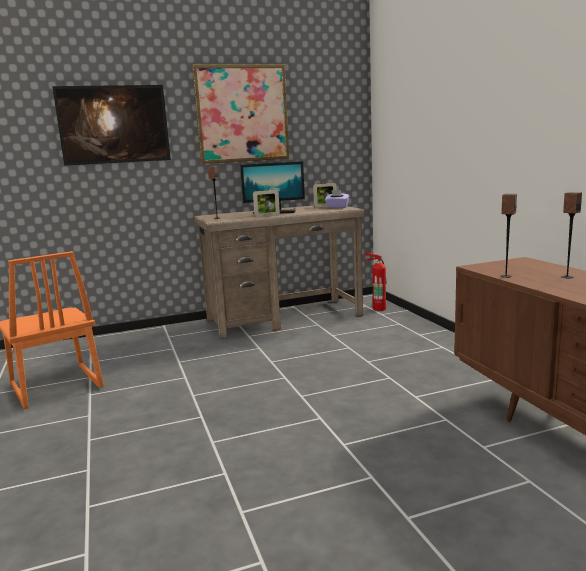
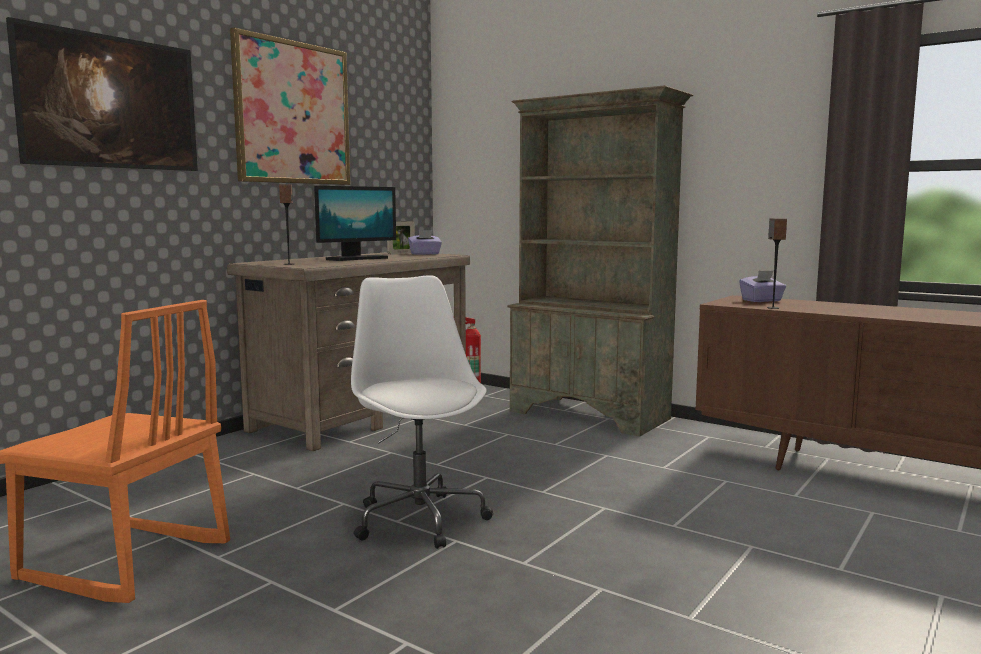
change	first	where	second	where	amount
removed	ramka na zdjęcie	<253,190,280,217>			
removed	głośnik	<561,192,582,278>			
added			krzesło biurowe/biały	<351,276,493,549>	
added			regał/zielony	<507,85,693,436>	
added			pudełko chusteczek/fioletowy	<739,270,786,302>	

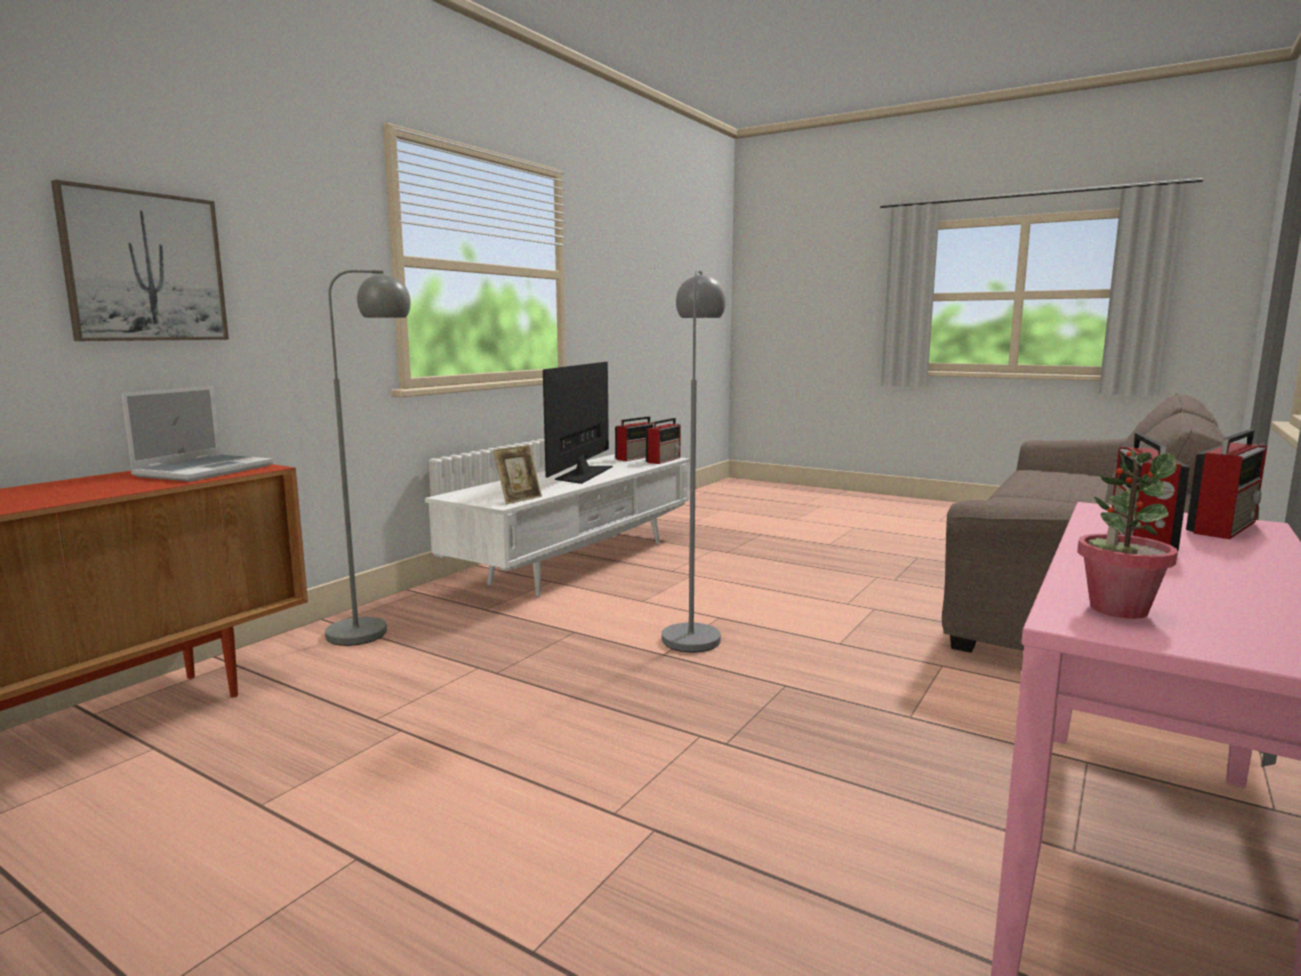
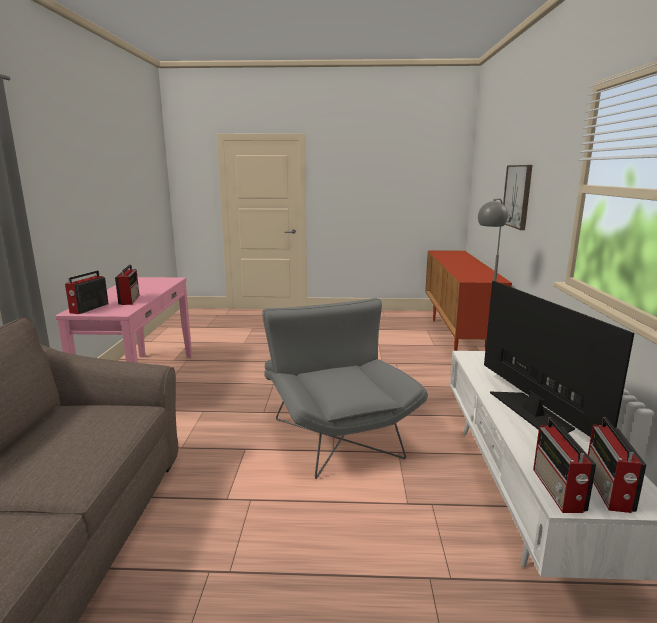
change	first	where	second	where	amount
removed	laptop	<121,386,273,482>			
removed	ramka na zdjęcie	<493,445,542,505>			
removed	roślina doniczkowa	<1077,450,1178,619>			
replaced	lampa stojąca/szary	<662,269,726,652>	fotel/szary	<262,298,428,479>	

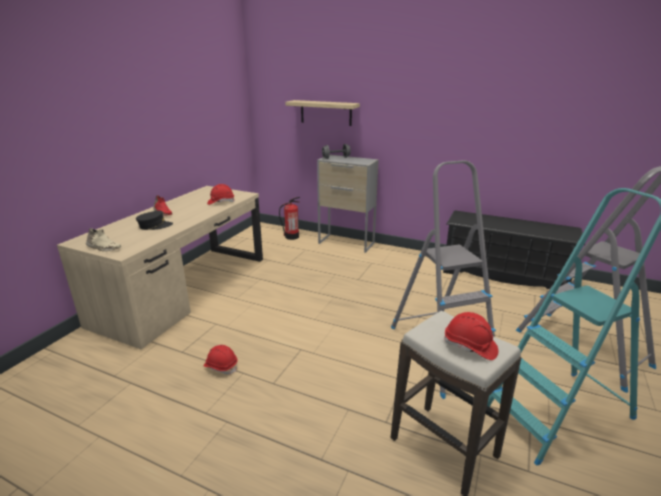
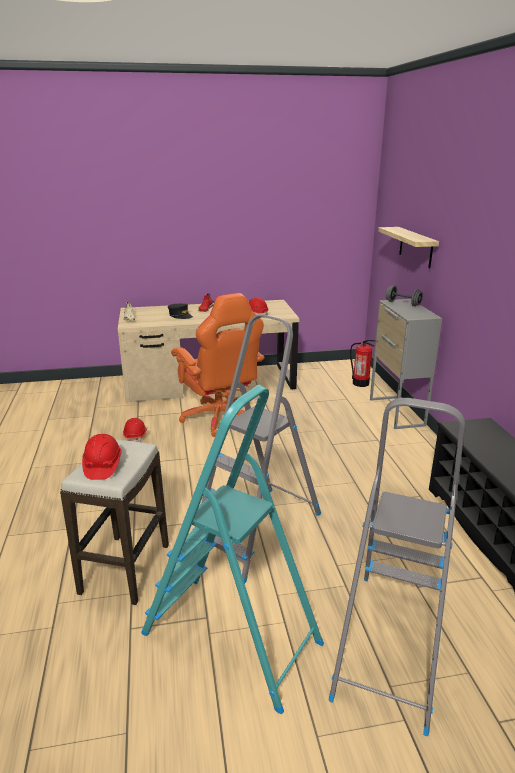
change	first	where	second	where	amount
added			krzesło biurowe/pomarańczowy	<171,293,265,437>	

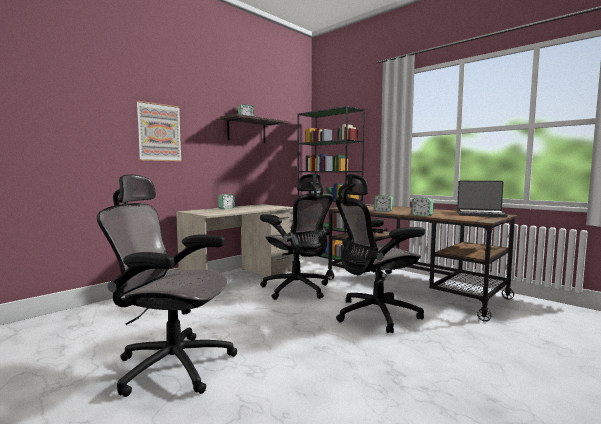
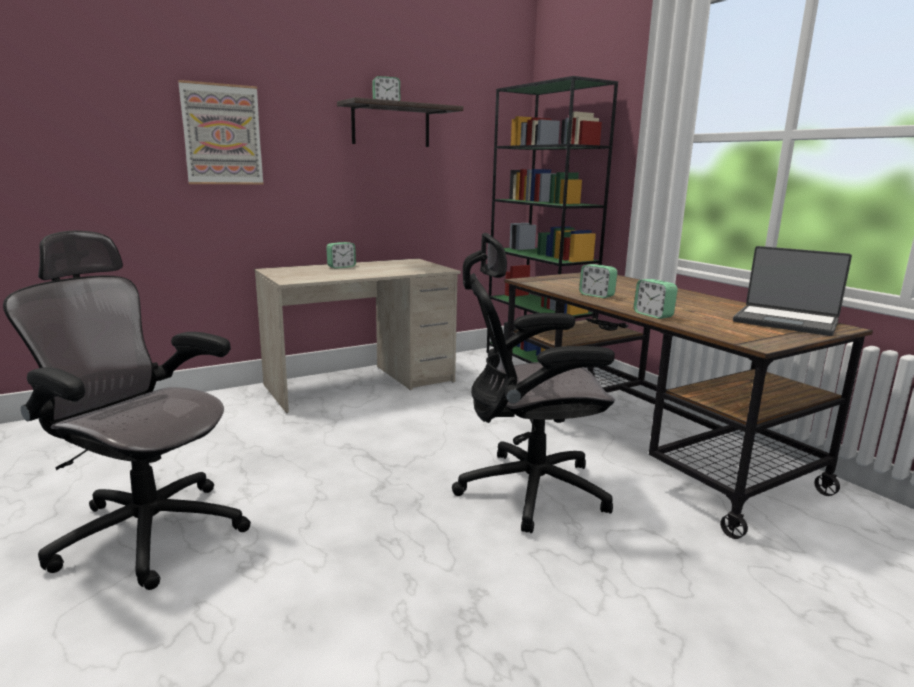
change	first	where	second	where	amount
removed	krzesło biurowe	<260,174,333,300>			

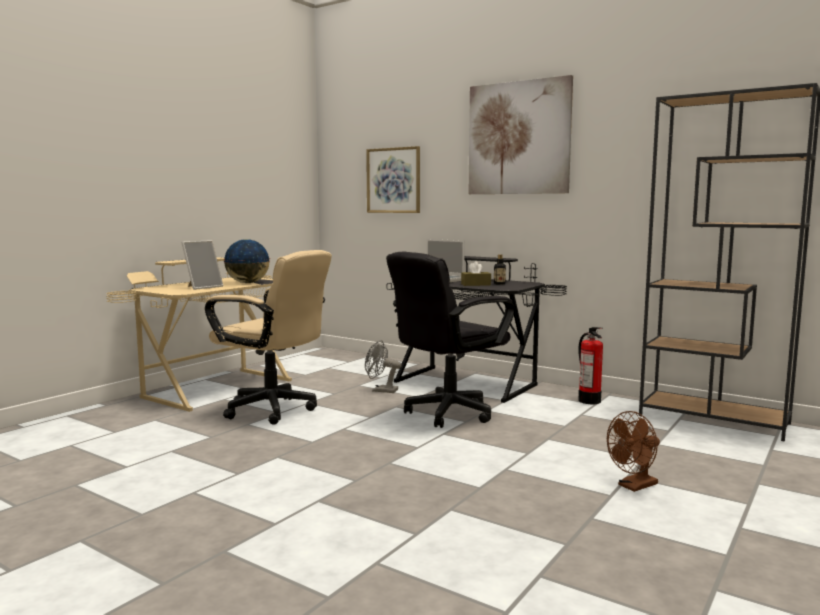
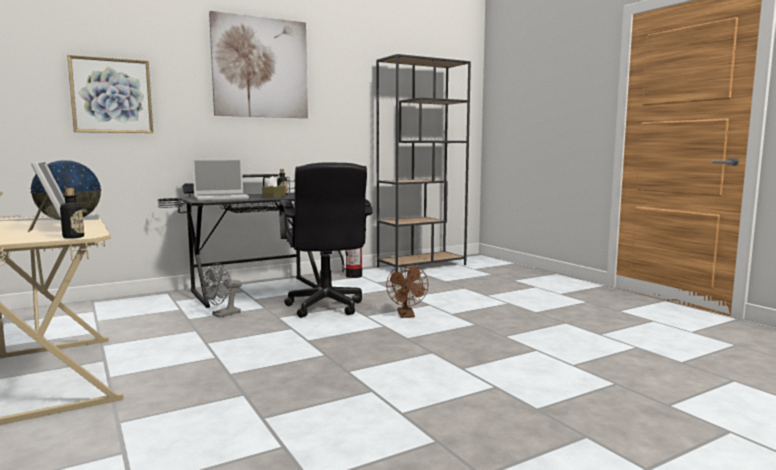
change	first	where	second	where	amount
removed	krzesło biurowe/beżowy	<205,250,332,425>			
added			butelka	<60,188,84,239>	
moved	wentylator/brązowy	<607,411,660,492>		<386,264,428,318>	

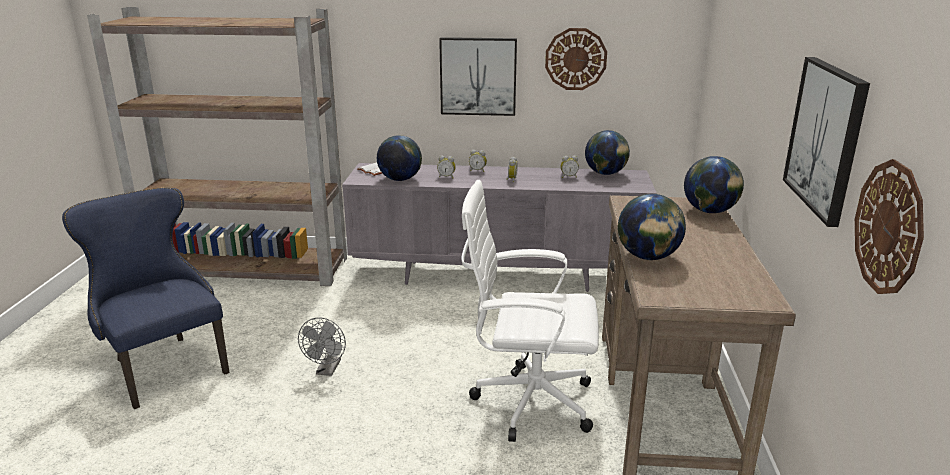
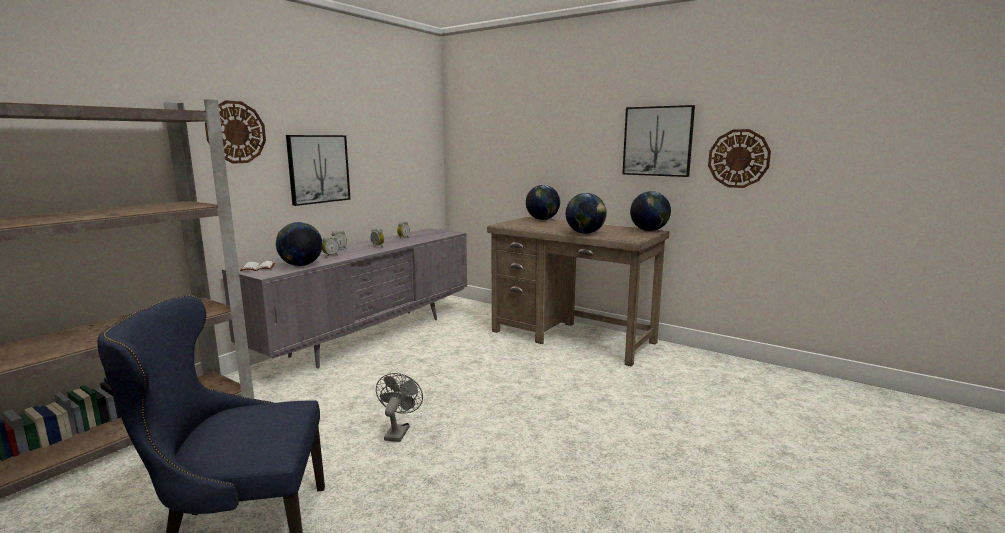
change	first	where	second	where	amount
removed	krzesło biurowe/biały	<461,180,599,442>			
moved	zegar ścienny	<545,28,607,90>		<205,100,266,164>	
moved	globus	<585,130,630,175>		<630,191,671,231>	
turned	wentylator/szary	<298,318,346,376>		<376,373,423,442>	120 degrees counterclockwise

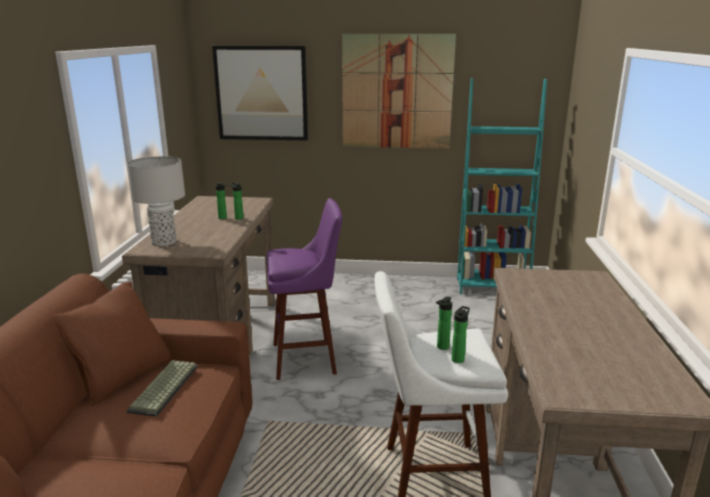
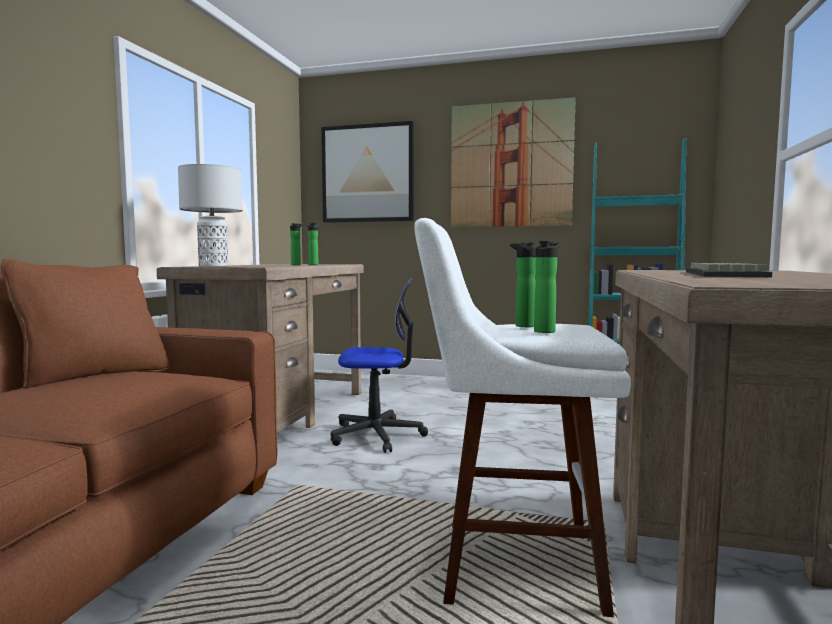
change	first	where	second	where	amount
moved	klawiatura	<126,360,198,417>		<686,263,772,277>	
replaced	stołek/fioletowy	<267,198,342,380>	krzesło biurowe	<331,278,428,453>	

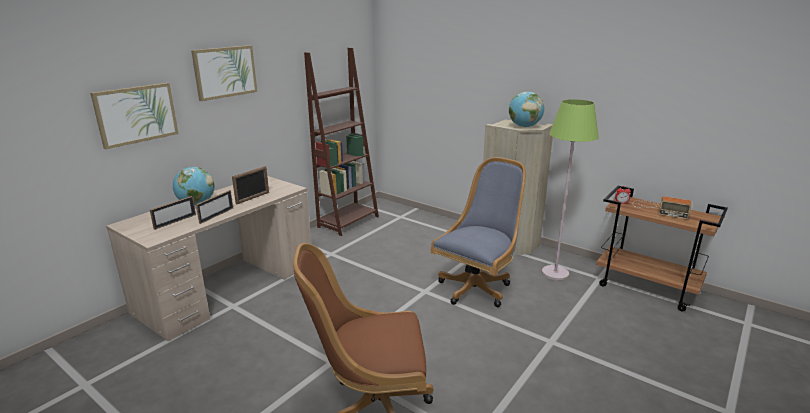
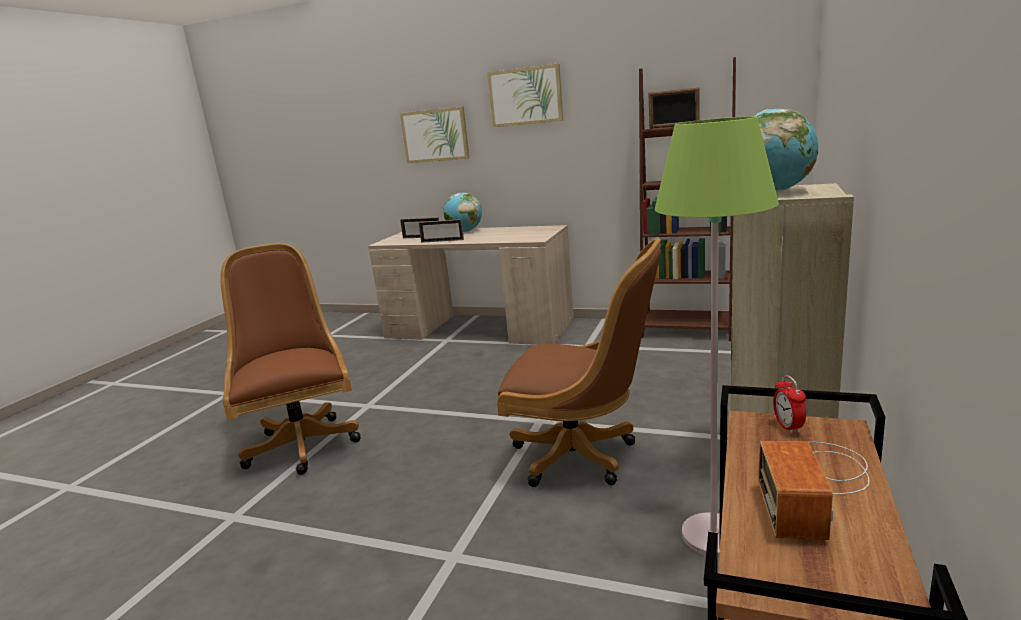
change	first	where	second	where	amount
moved	ramka na zdjęcie	<232,166,269,204>		<649,88,700,129>	
recoloured	krzesło biurowe/niebieski	<431,157,526,307>	krzesło biurowe/brązowy	<497,239,661,487>	

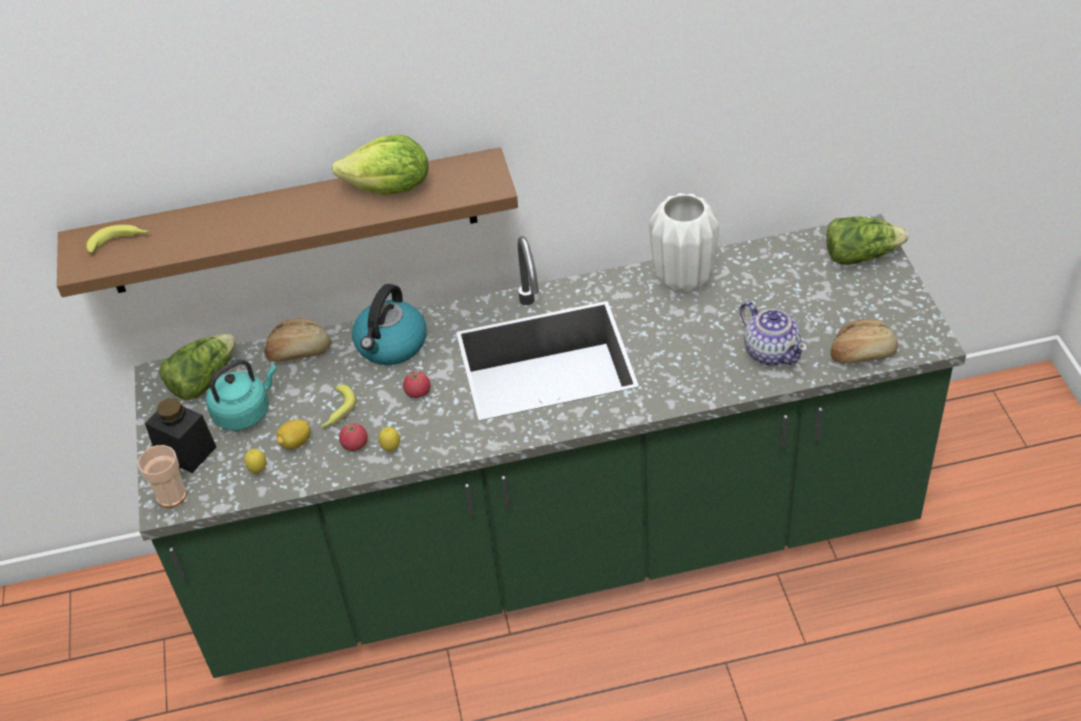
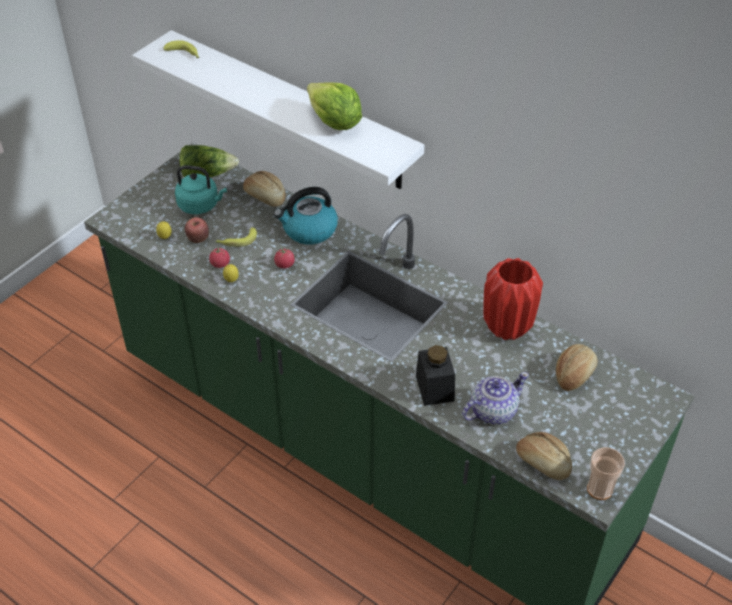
change	first	where	second	where	amount
removed	sałata	<826,217,909,265>			
added			chleb	<556,344,598,391>	
moved	filiżanka	<138,445,187,508>		<587,447,625,500>	
moved	słoik/czarny	<145,398,216,473>		<416,345,455,406>	
replaced	cytryna	<277,419,311,449>	jabłko	<185,217,209,243>	
recoloured	półka/brązowy	<57,147,518,297>	półka/biały	<132,30,425,189>	
recoloured	wazon/biały	<649,193,719,294>	wazon/czerwony	<483,258,543,340>	
turned	imbryk	<740,301,808,366>		<462,372,529,424>	135 degrees counterclockwise

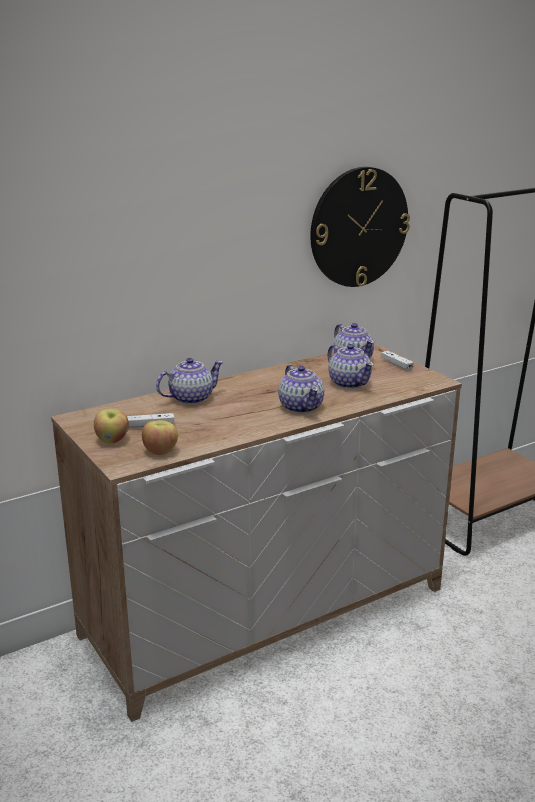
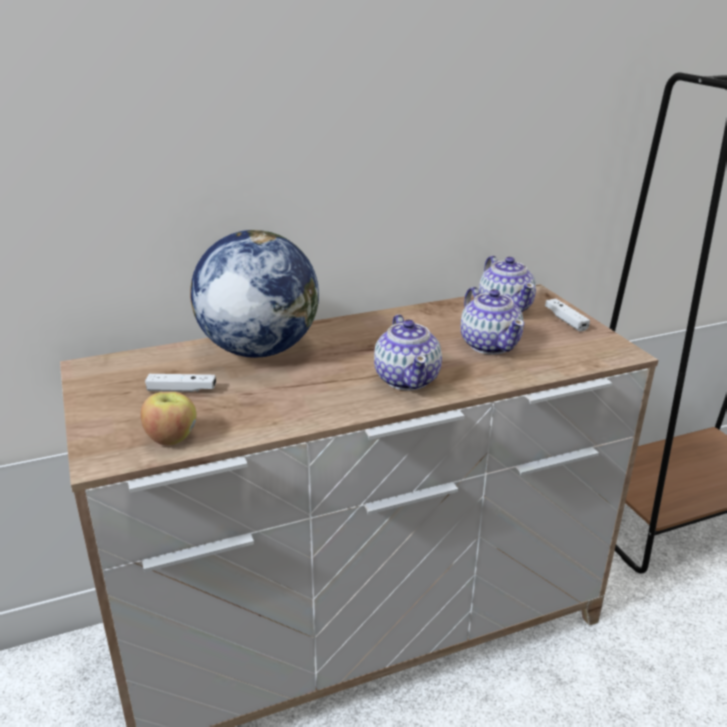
change	first	where	second	where	amount
removed	jabłko	<94,409,129,443>			
removed	zegar ścienny	<310,167,410,287>			
replaced	imbryk	<156,358,224,404>	globus	<190,230,319,358>	

